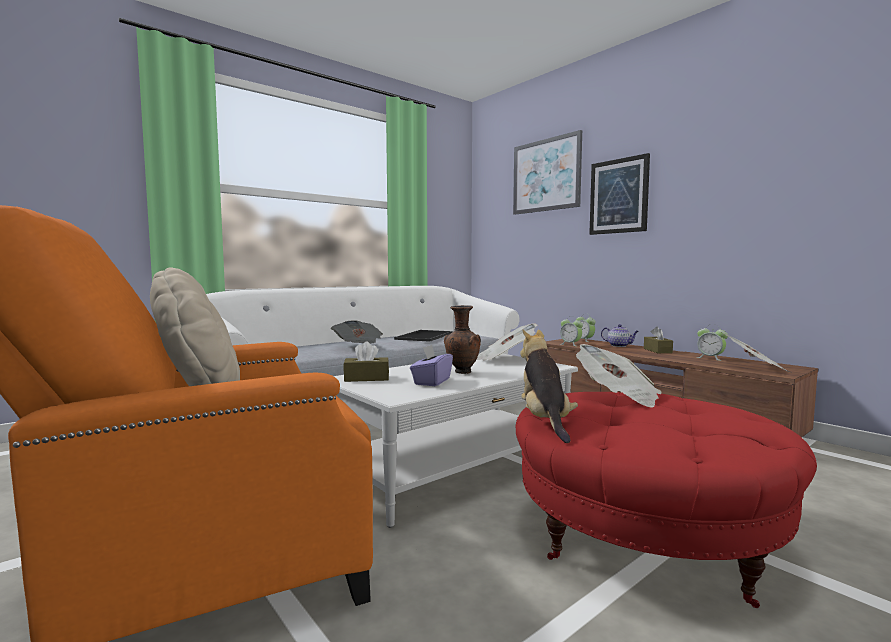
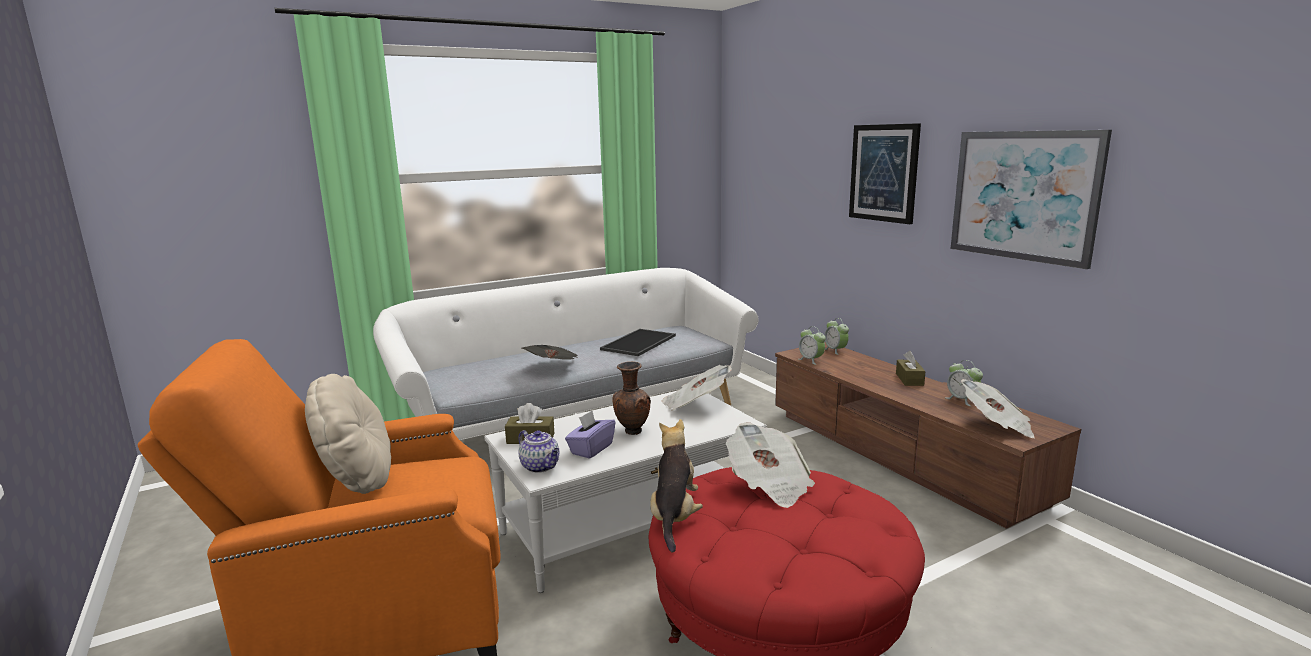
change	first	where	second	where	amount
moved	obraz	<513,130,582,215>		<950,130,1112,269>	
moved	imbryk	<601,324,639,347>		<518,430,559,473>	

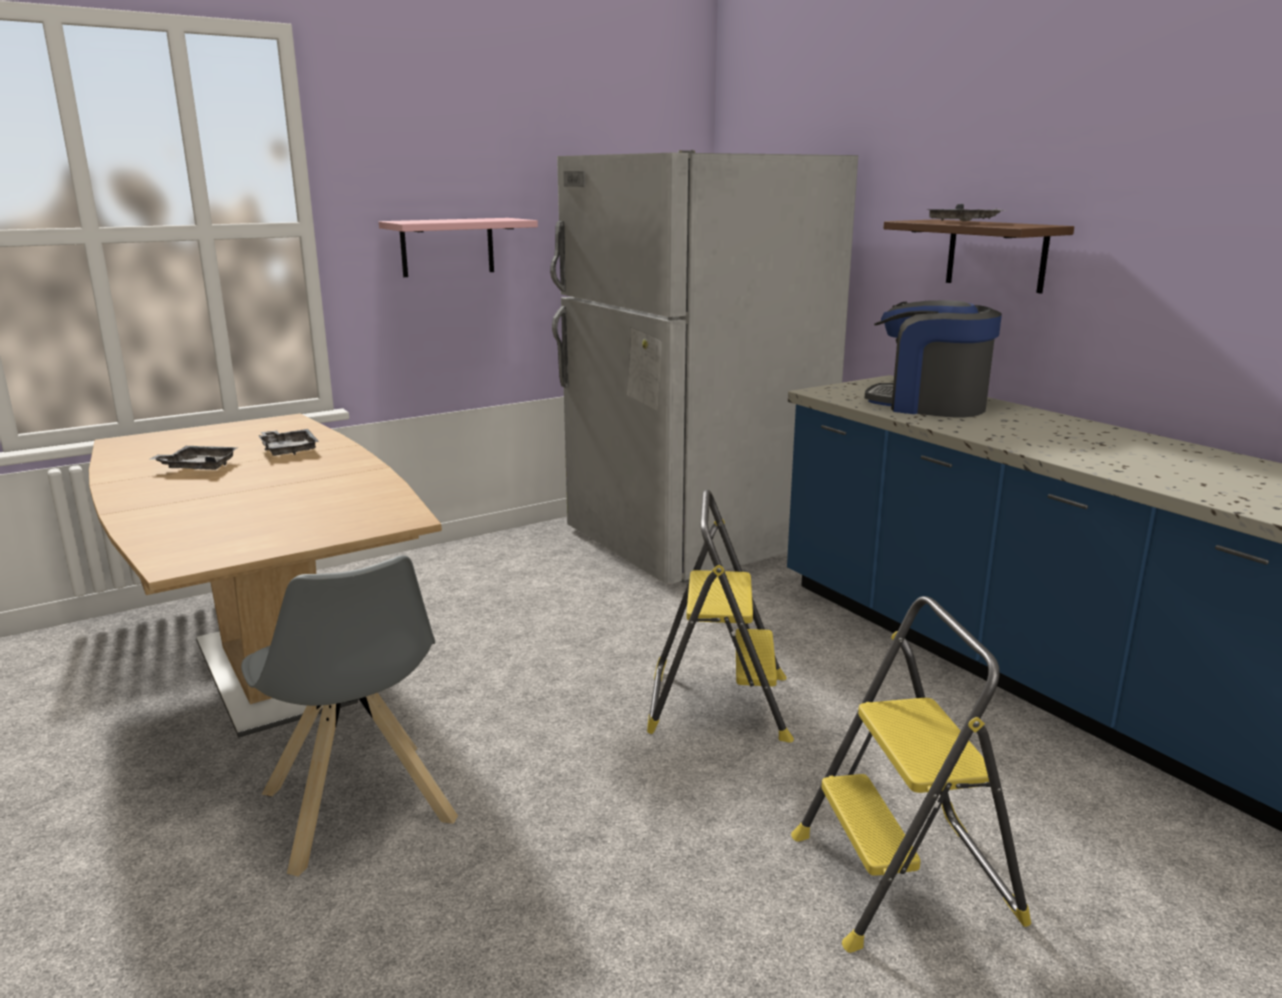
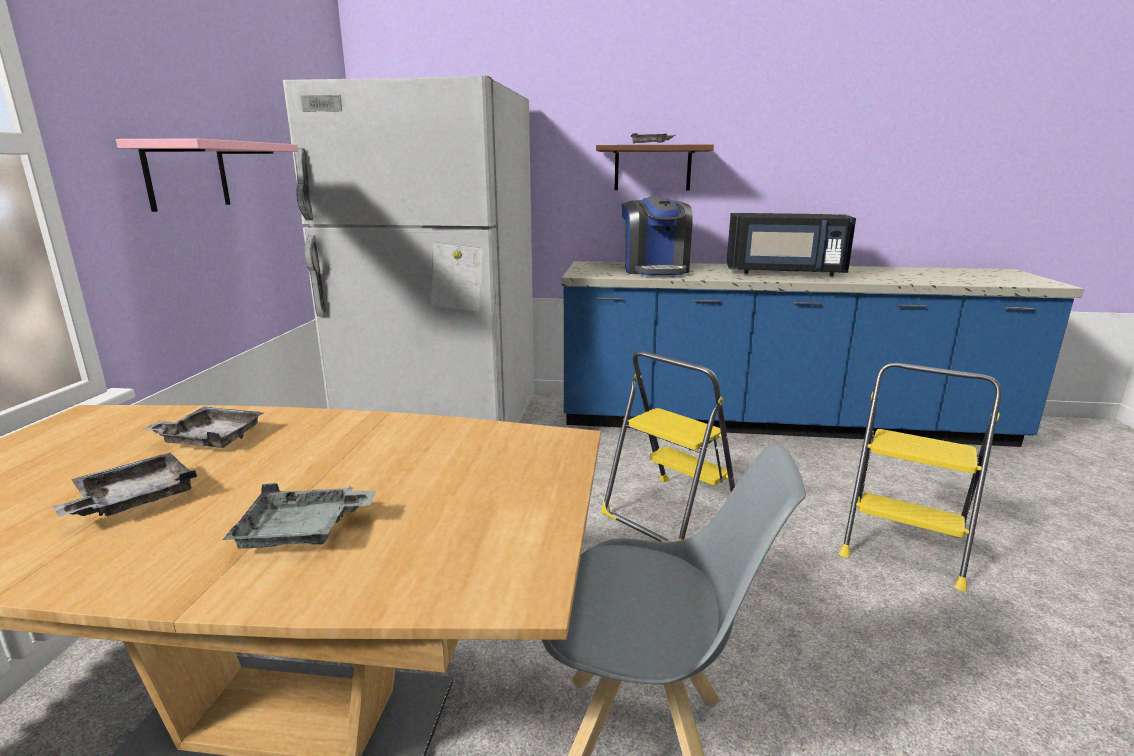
change	first	where	second	where	amount
added			taca/szary	<222,483,376,549>	
added			mikrofalówka/czarny	<727,213,856,276>	
turned	ekspres do kawy	<865,300,1002,418>		<622,196,693,275>	75 degrees counterclockwise

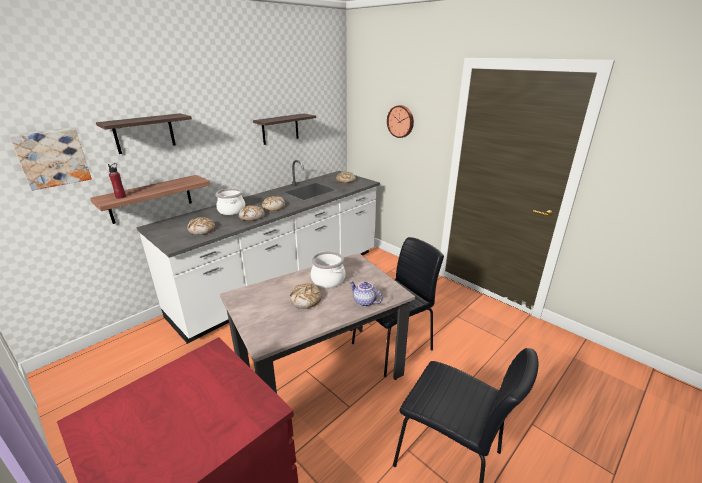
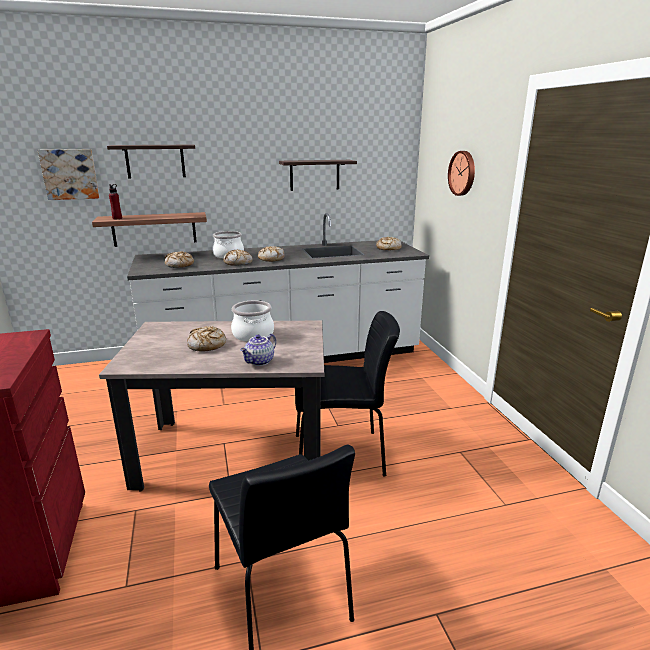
change	first	where	second	where	amount
turned	imbryk	<349,281,383,307>		<240,334,276,366>	120 degrees counterclockwise

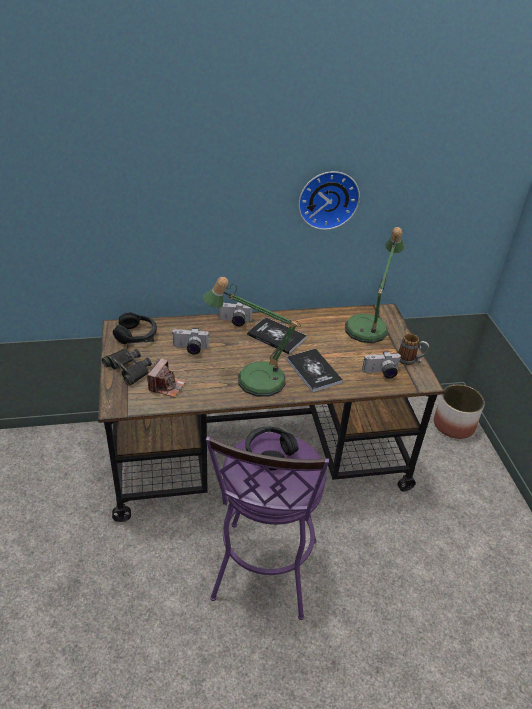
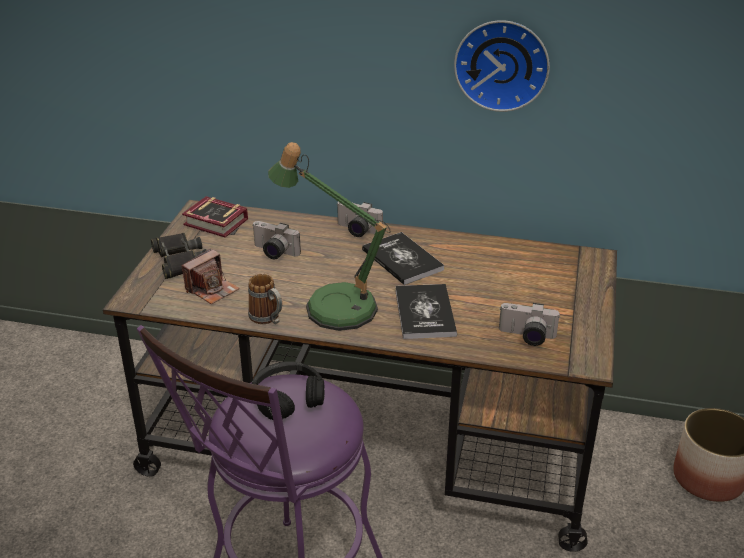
change	first	where	second	where	amount
removed	lampa stołowa	<345,227,405,343>			
moved	kubek	<398,333,429,365>		<248,274,282,324>	
replaced	słuchawki/czarny	<113,312,157,344>	książka	<182,196,248,238>	

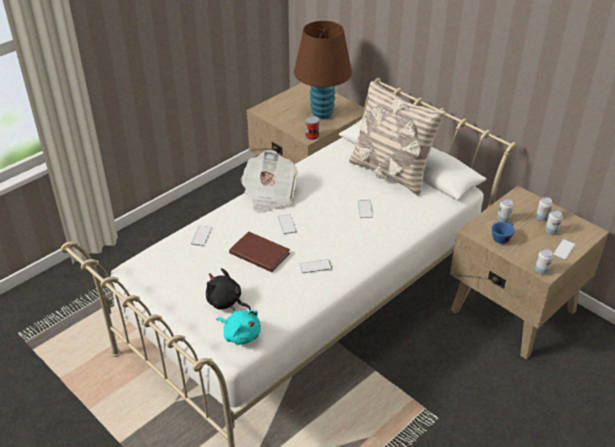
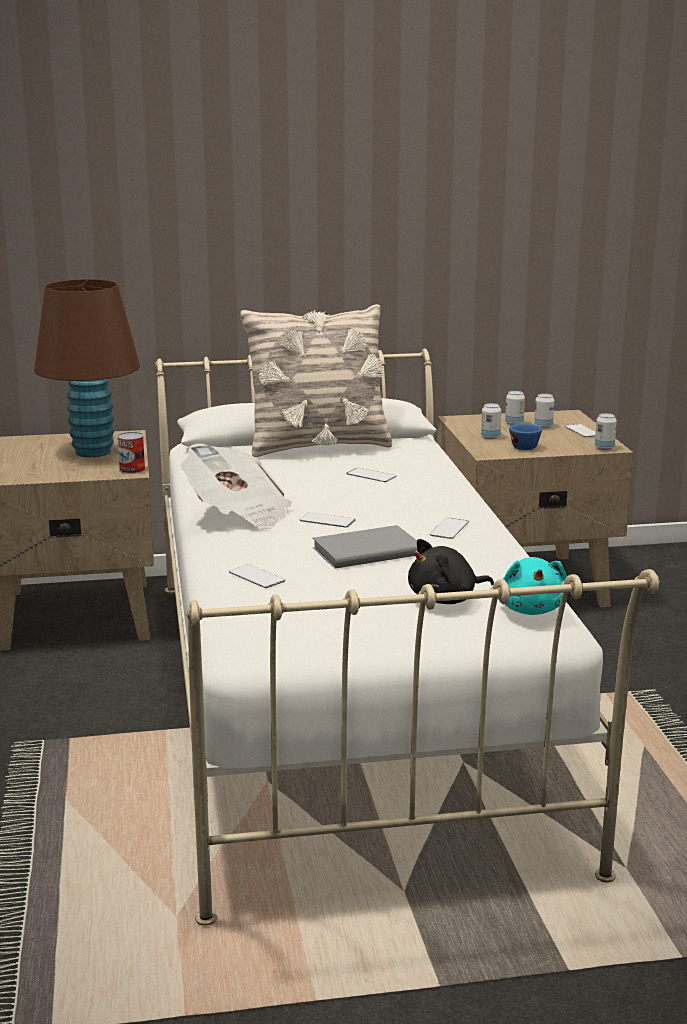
change	first	where	second	where	amount
recoloured	książka/brązowy	<229,231,290,272>	książka/szary	<313,525,418,569>	
turned	pluszak/turkusowy	<217,310,261,345>		<498,557,567,615>	105 degrees clockwise

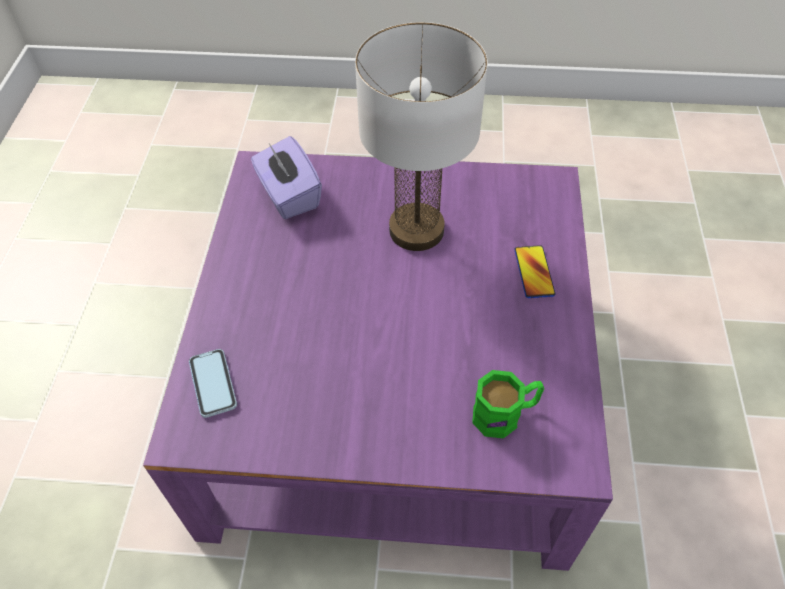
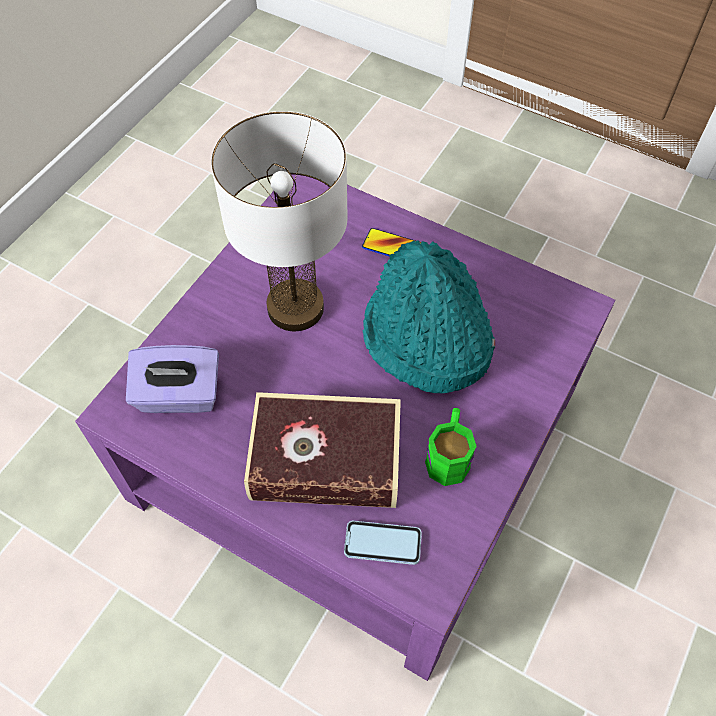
change	first	where	second	where	amount
added			książka	<244,392,401,508>	
added			kapelusz/turkusowy	<363,240,495,393>	
moved	kubek/zielony	<472,370,544,439>		<425,408,477,486>	

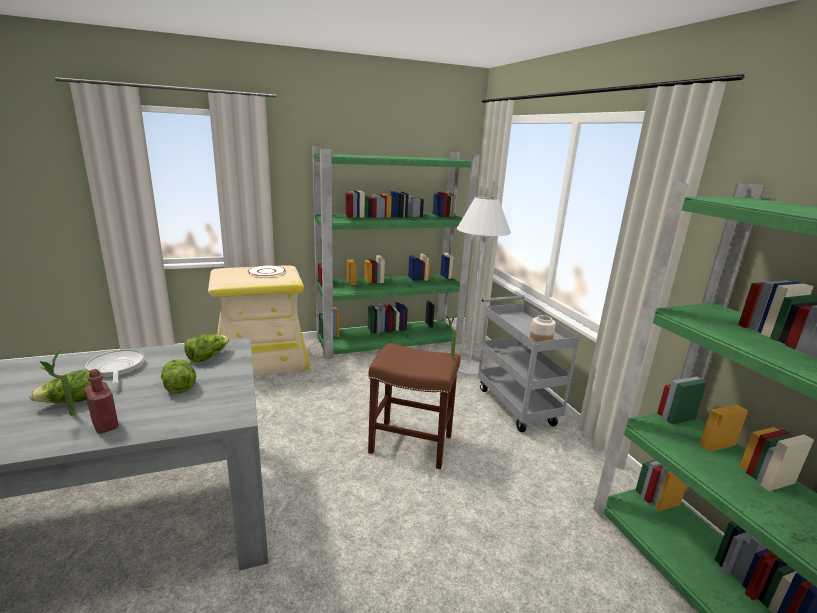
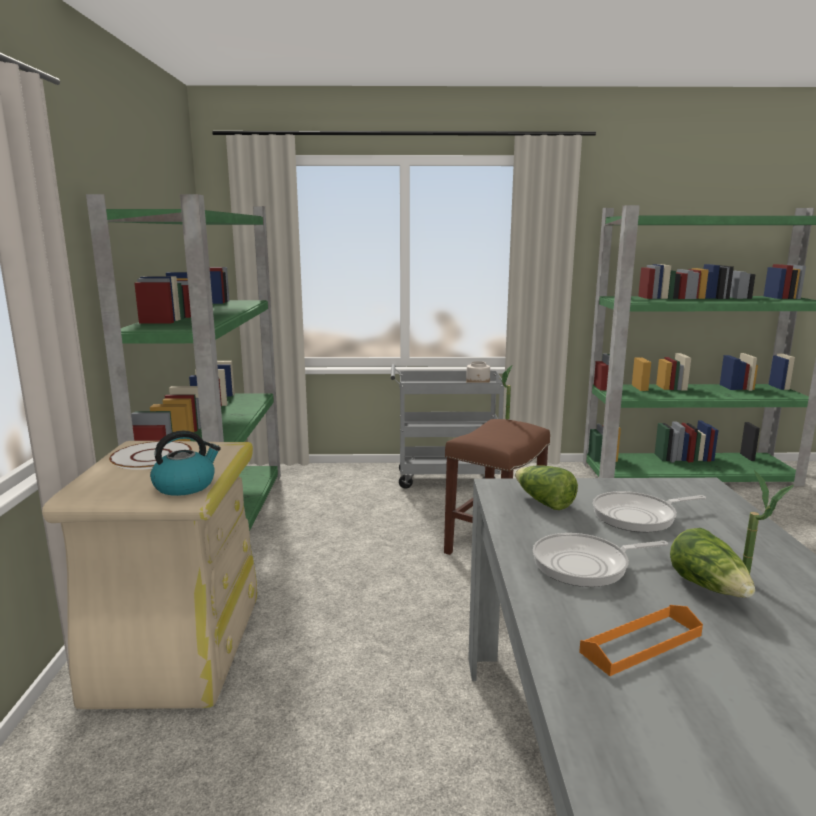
change	first	where	second	where	amount
removed	butelka/czerwony	<84,369,119,434>			
removed	lampa stojąca/biały	<457,196,511,376>			
added			czajnik	<150,431,221,496>	
added			taca/pomarańczowy	<579,605,703,676>	
replaced	sałata	<161,359,196,394>	patelnia	<593,491,706,532>	

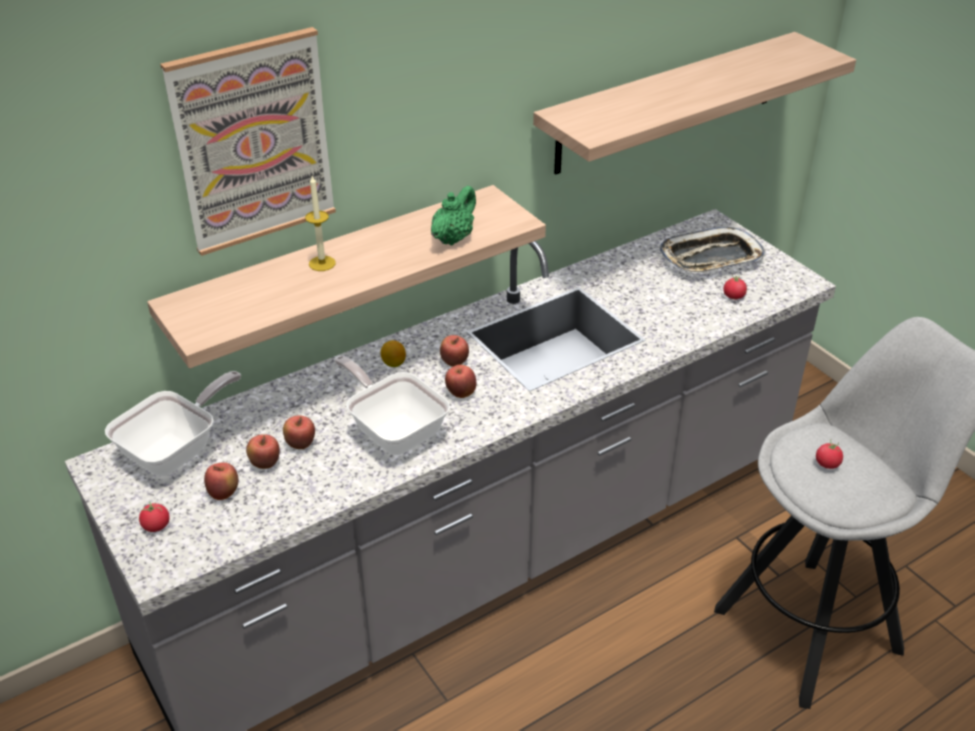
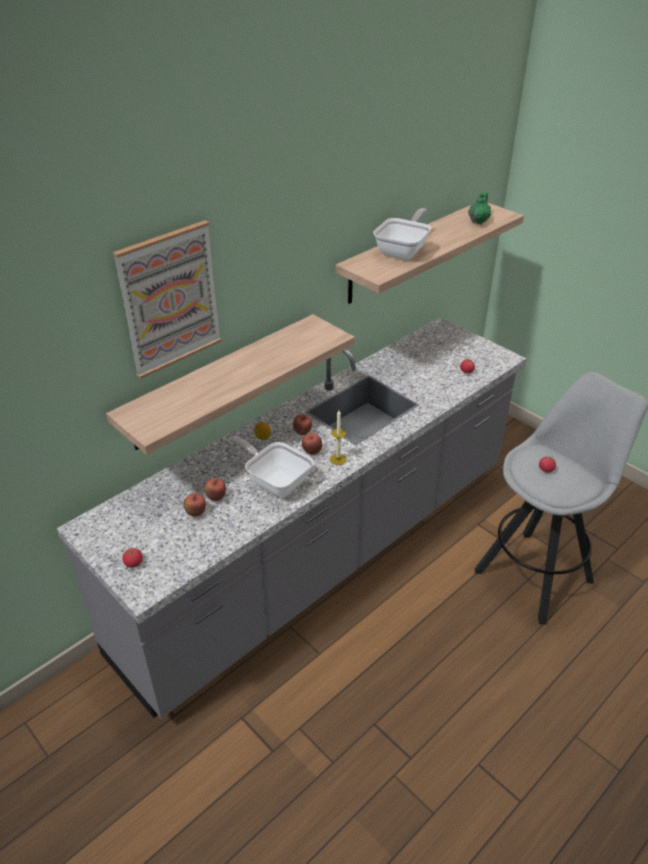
change	first	where	second	where	amount
removed	jabłko	<204,462,238,500>			
removed	taca	<659,226,766,274>			
moved	patelnia	<105,371,241,476>		<373,208,431,260>	
moved	świeca	<305,176,336,271>		<330,411,347,465>	
moved	imbryk/zielony	<431,186,476,246>		<468,191,491,224>	

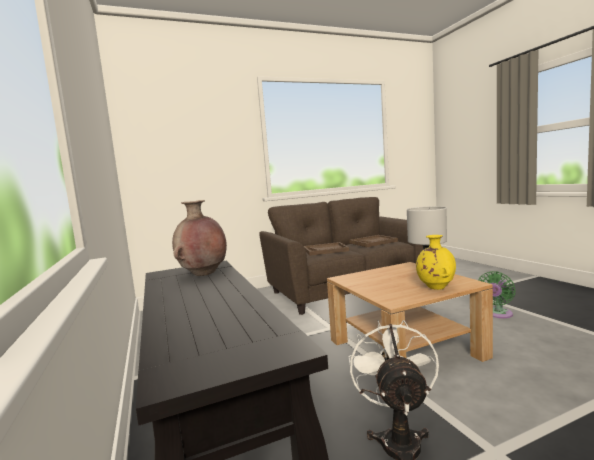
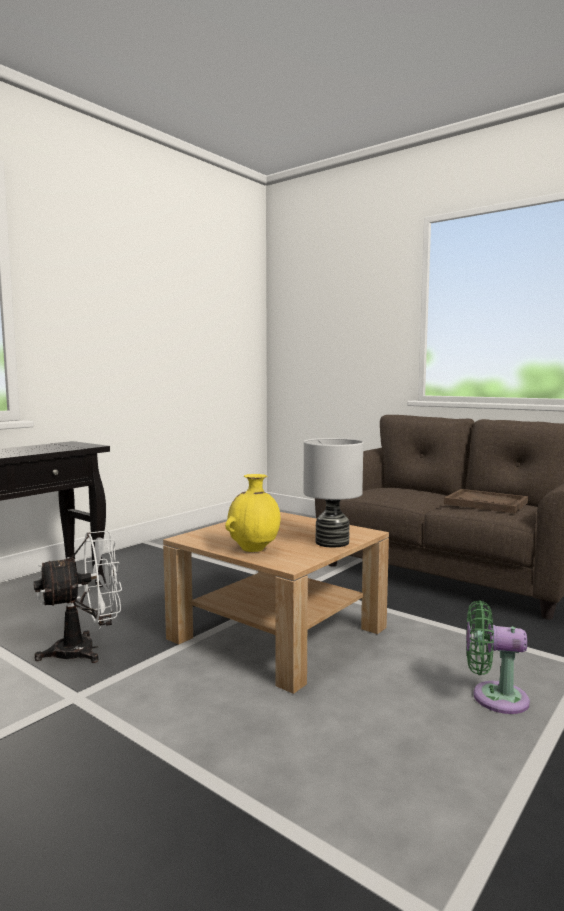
change	first	where	second	where	amount
removed	wazon/brązowy	<172,200,227,276>			
removed	taca/brązowy	<304,242,349,256>			

